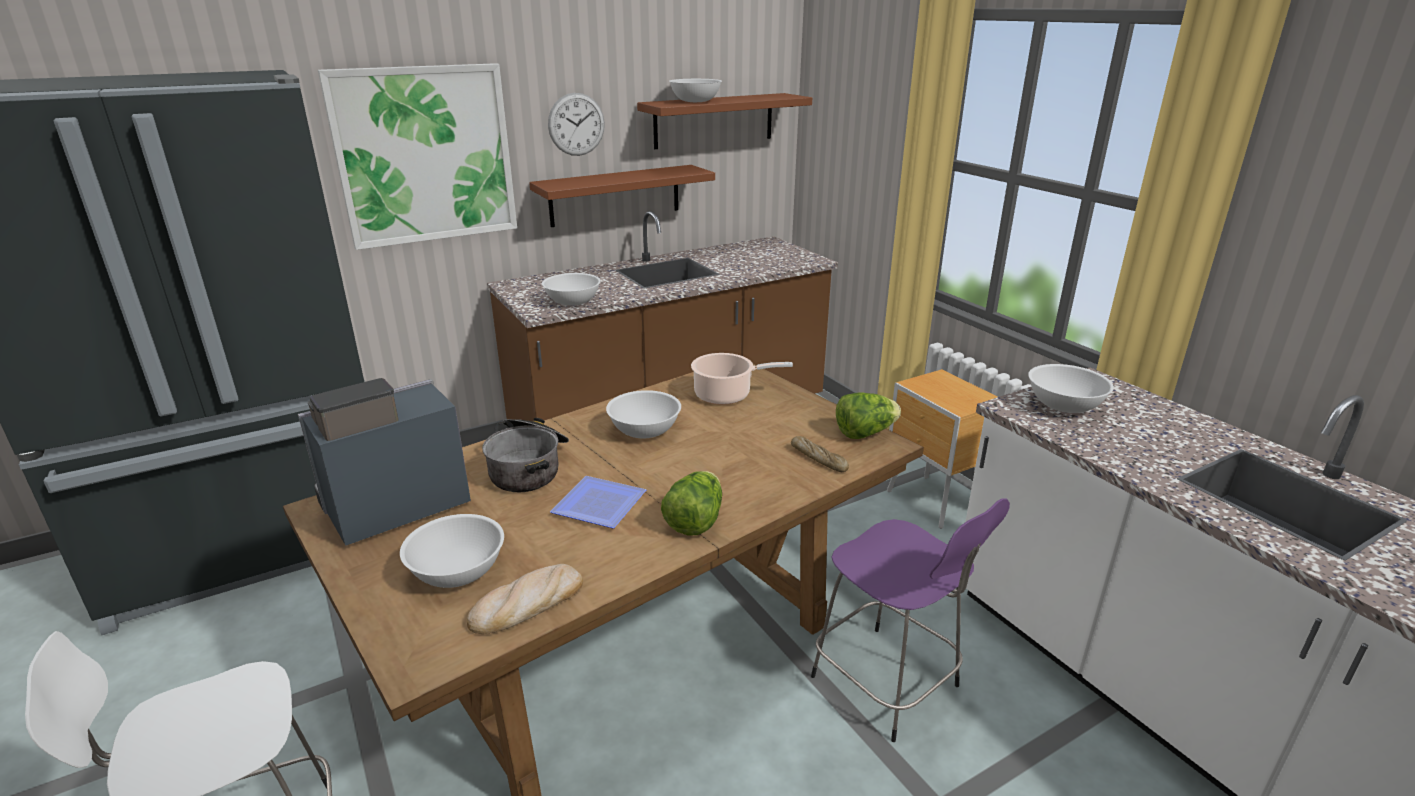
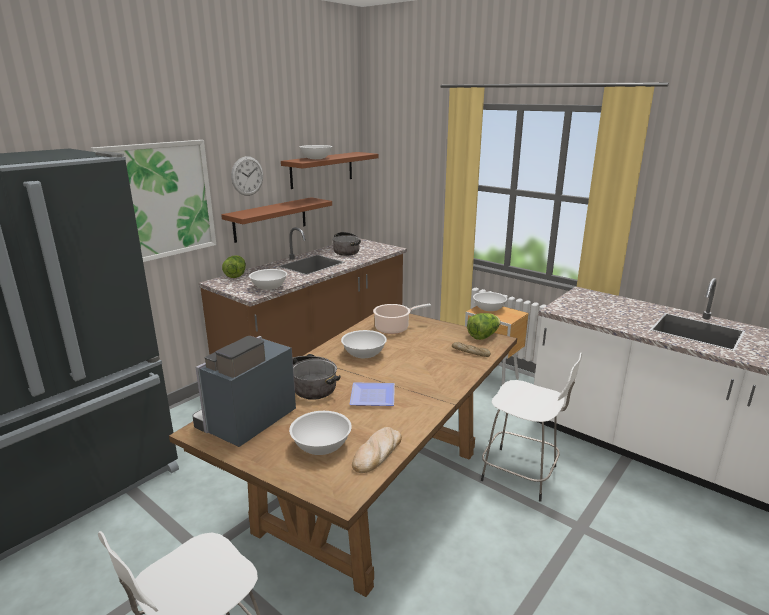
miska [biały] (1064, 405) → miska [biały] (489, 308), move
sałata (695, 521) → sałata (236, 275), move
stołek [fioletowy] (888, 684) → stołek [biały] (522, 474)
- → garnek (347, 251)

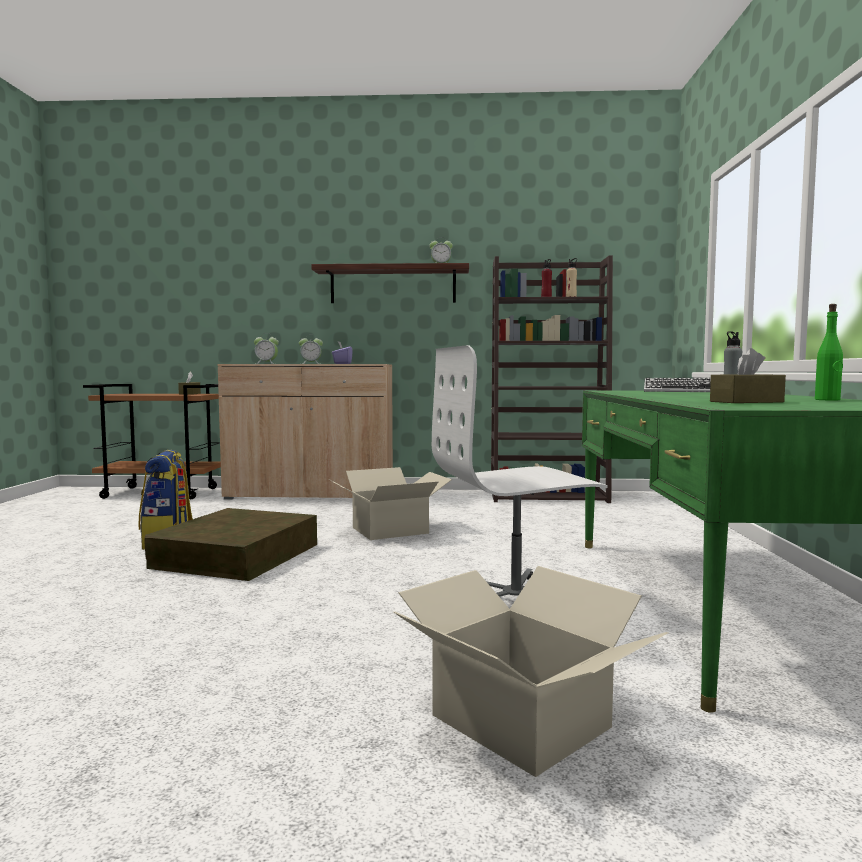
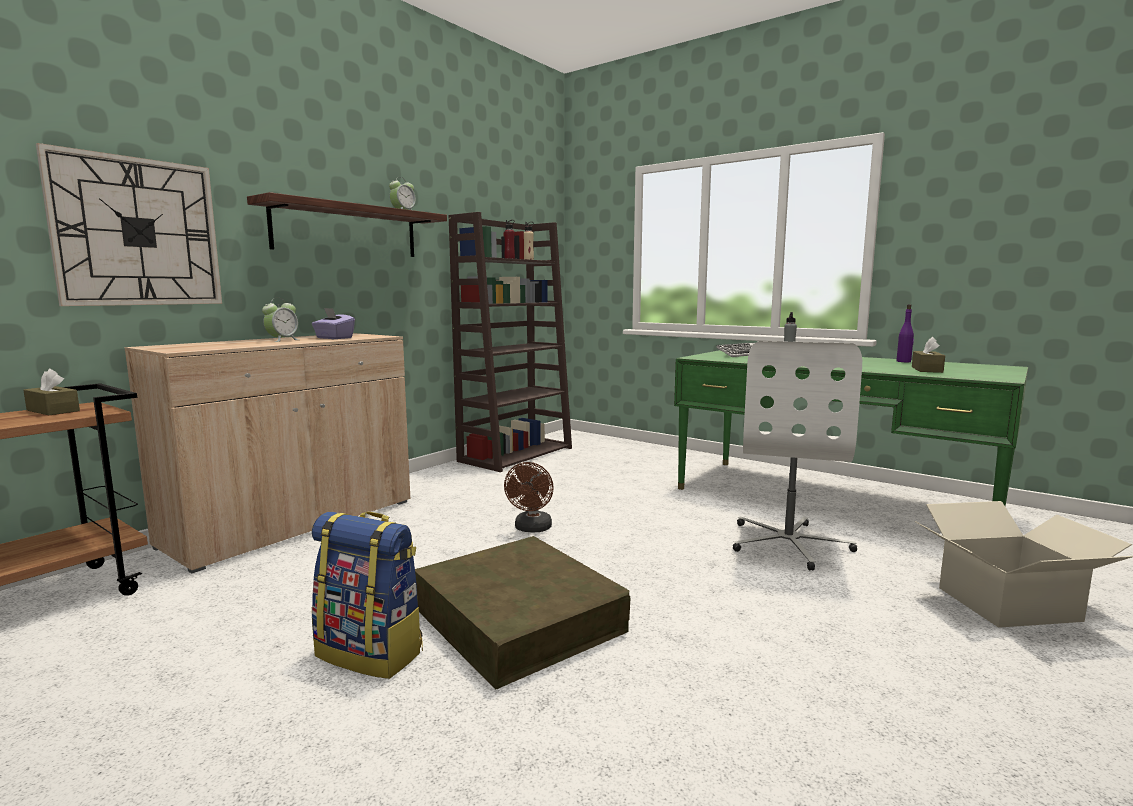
butelka [zielony] (827, 400) → butelka [fioletowy] (903, 361)
budzik (266, 363) → -
karton (390, 530) → wentylator [brązowy] (532, 529)
- → zegar ścienny (137, 232)

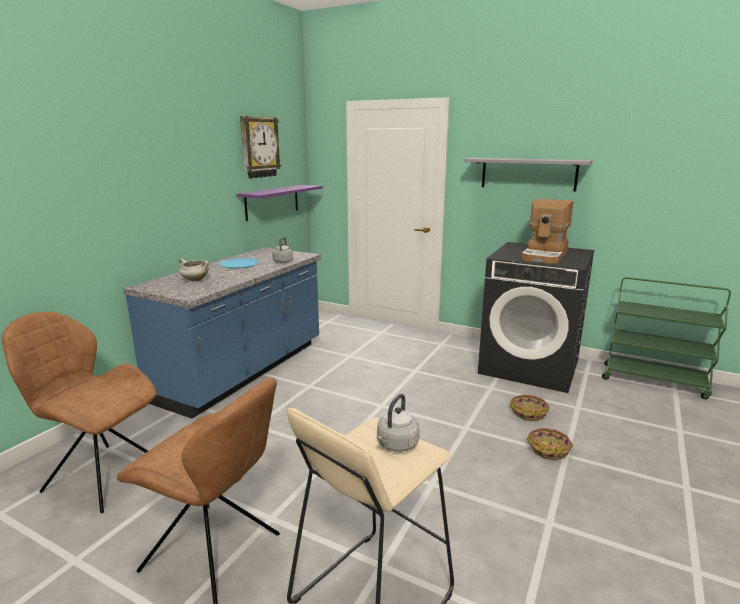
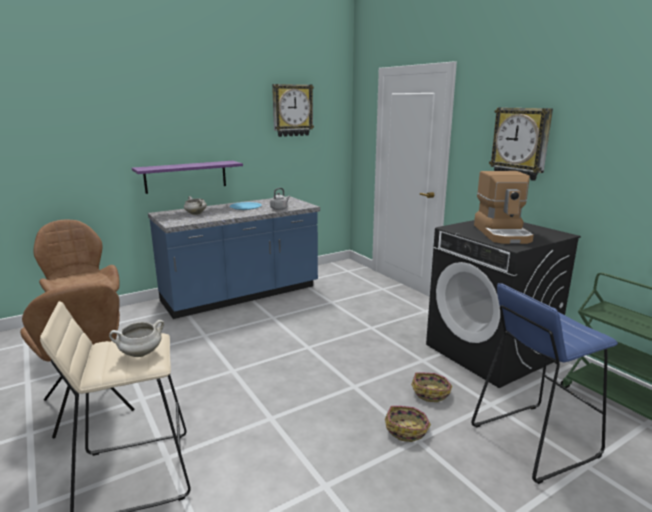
półka [szary] (528, 174) → zegar ścienny (520, 143)
półka [fioletowy] (272, 202) → półka [fioletowy] (186, 176), move
ekspres do kawy (545, 256) → ekspres do kawy (503, 233), 60 degrees counterclockwise
czajnik [szary] (396, 445) → garnek [biały] (140, 354)
- → stołek [niebieski] (533, 440)

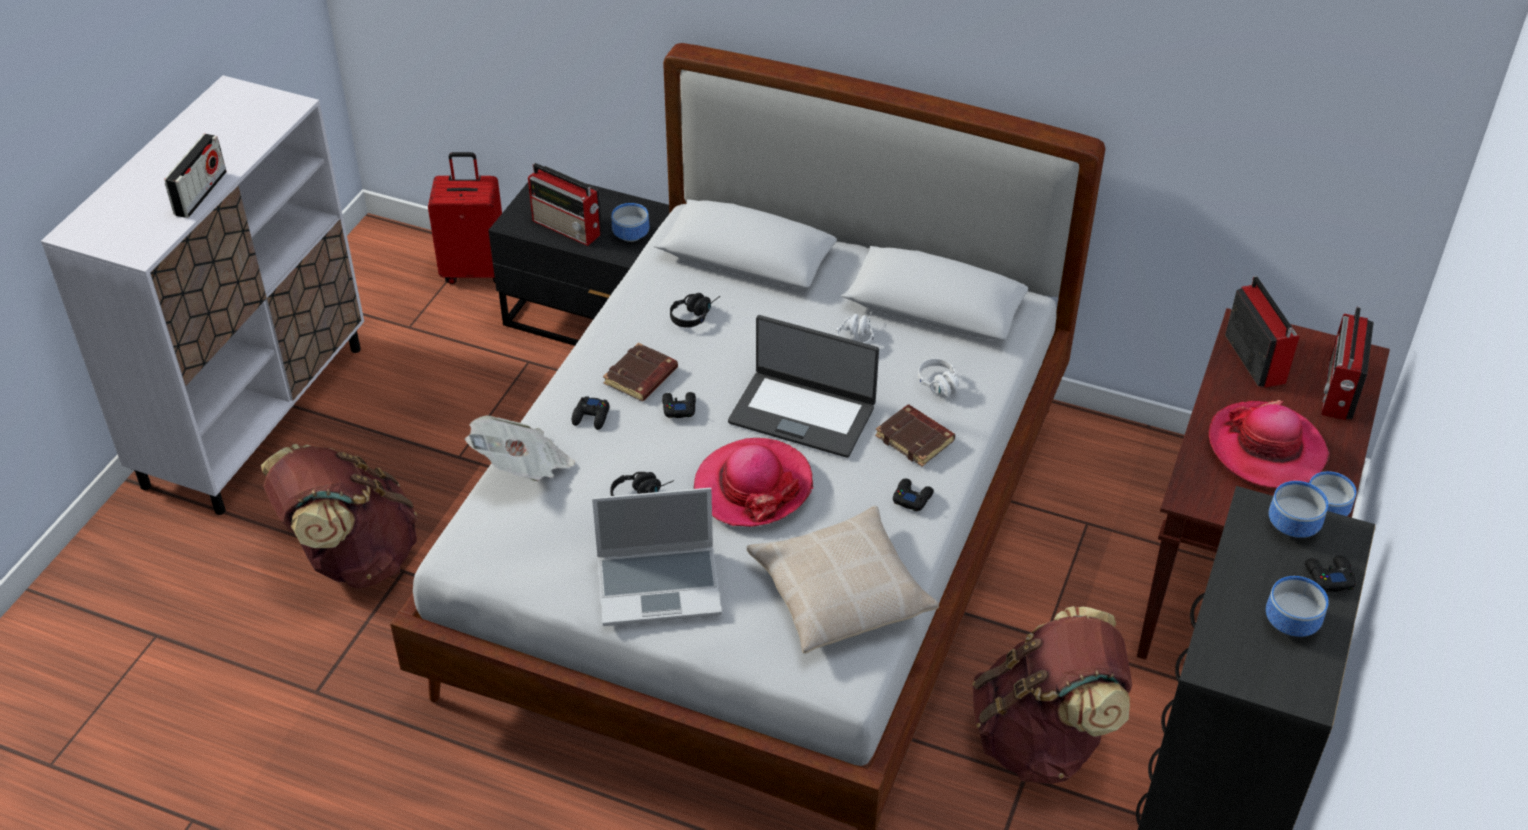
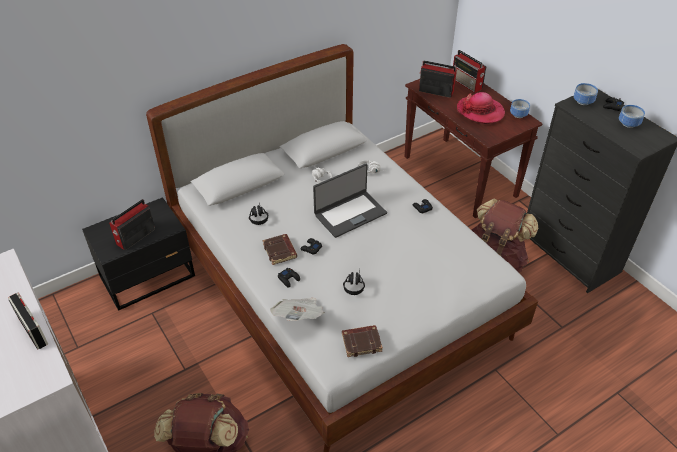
walizka [czerwony] (475, 270) → -
radio (568, 228) → radio (135, 237), 150 degrees clockwise
miska (630, 235) → -
książka [brązowy] (916, 439) → książka [brązowy] (362, 342), move
kapelusz (753, 486) → -
laptop (660, 586) → -
poduszka [beżowy] (840, 591) → -

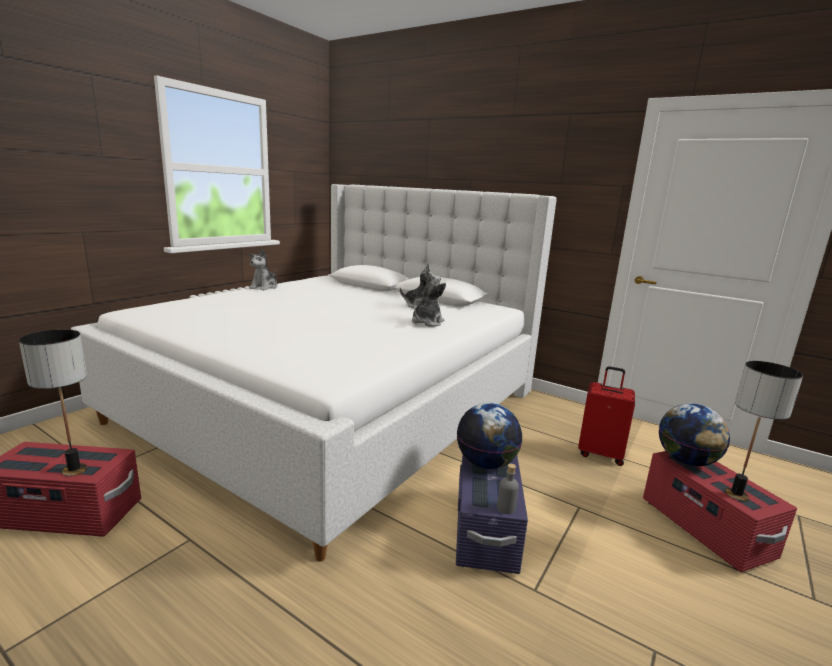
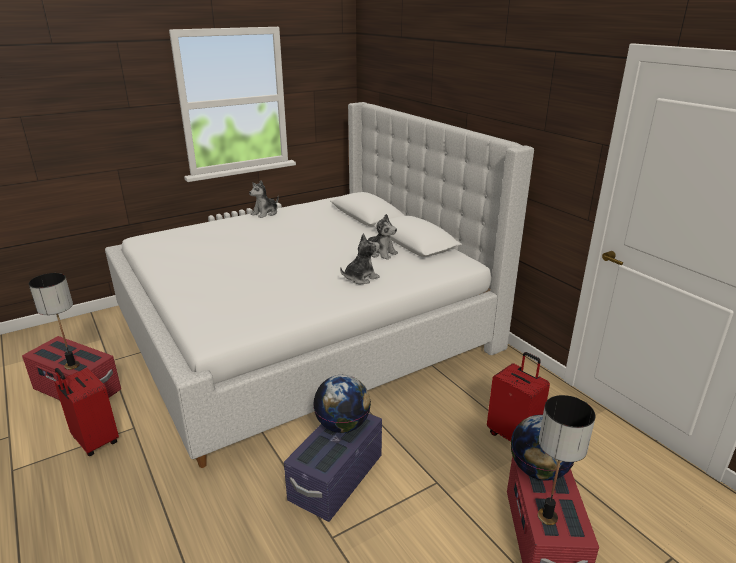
butelka [szary] (506, 508) → -
- → walizka [czerwony] (94, 441)

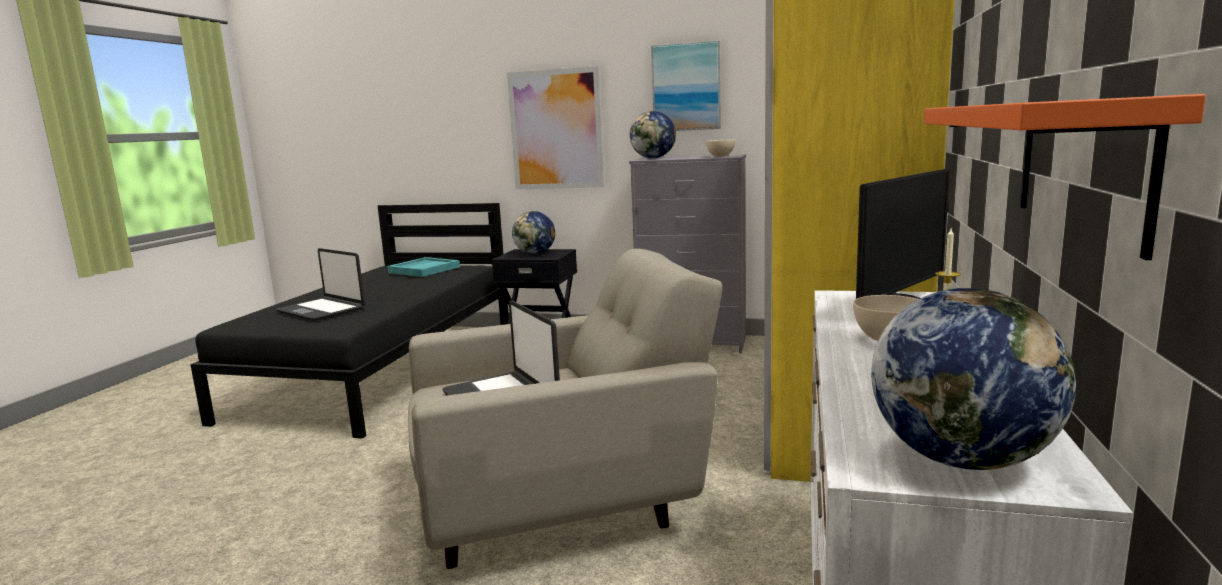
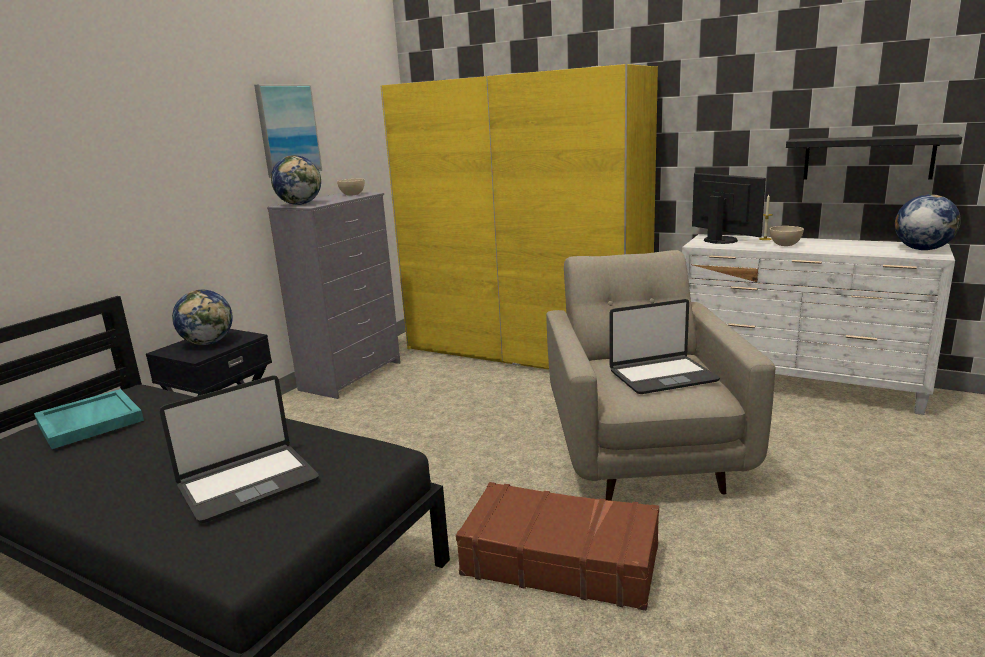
obraz (556, 130) → -
półka [pomarańczowy] (1079, 165) → półka [czarny] (867, 158)
- → walizka [brązowy] (560, 559)

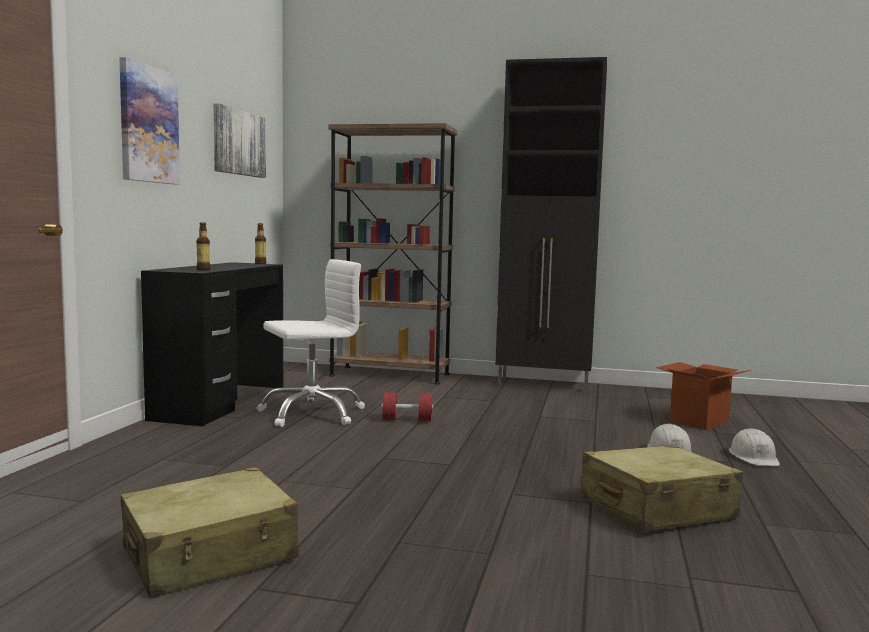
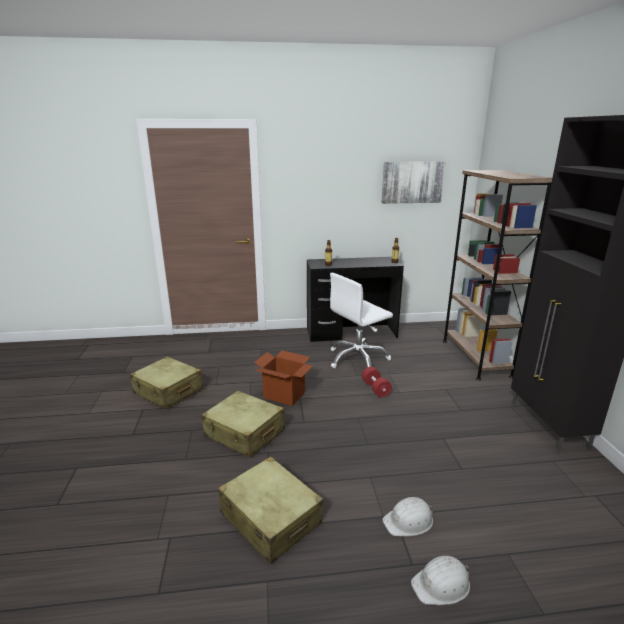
obraz (148, 125) → -
krzesło biurowe [biały] (312, 413) → krzesło biurowe [biały] (358, 359), 105 degrees clockwise
karton (699, 421) → karton (284, 395), move
- → walizka [beżowy] (244, 433)

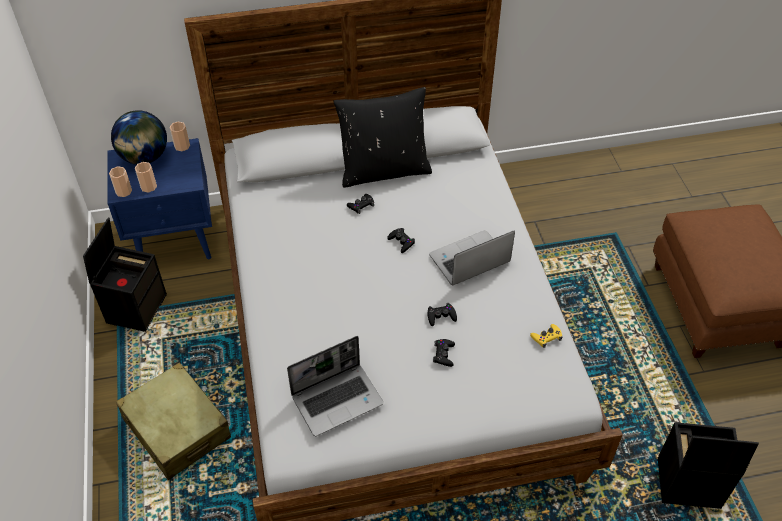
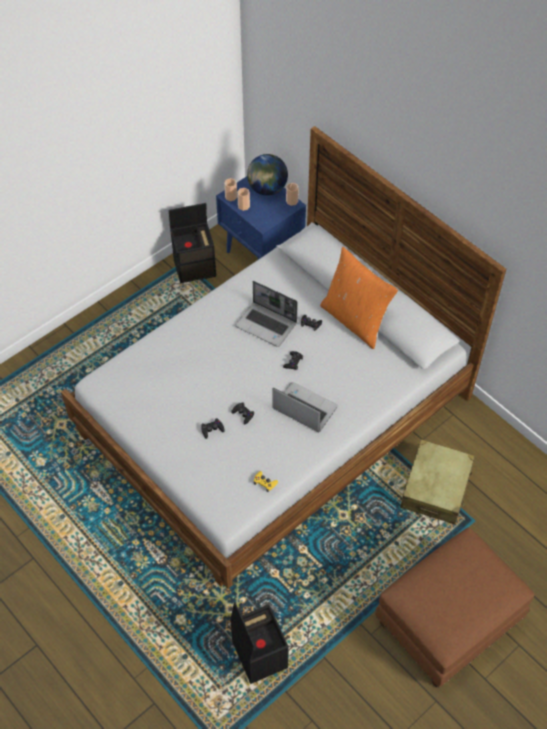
poduszka [czarny] (384, 170) → poduszka [pomarańczowy] (355, 320)
laptop (338, 399) → laptop (267, 325), move
walizka [beżowy] (177, 429) → walizka [beżowy] (436, 488), move

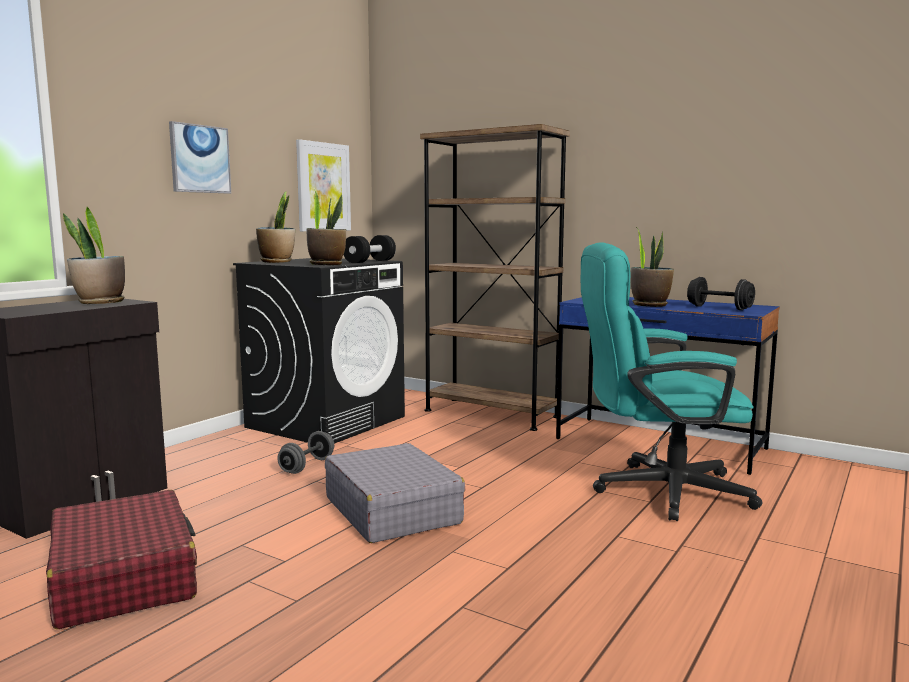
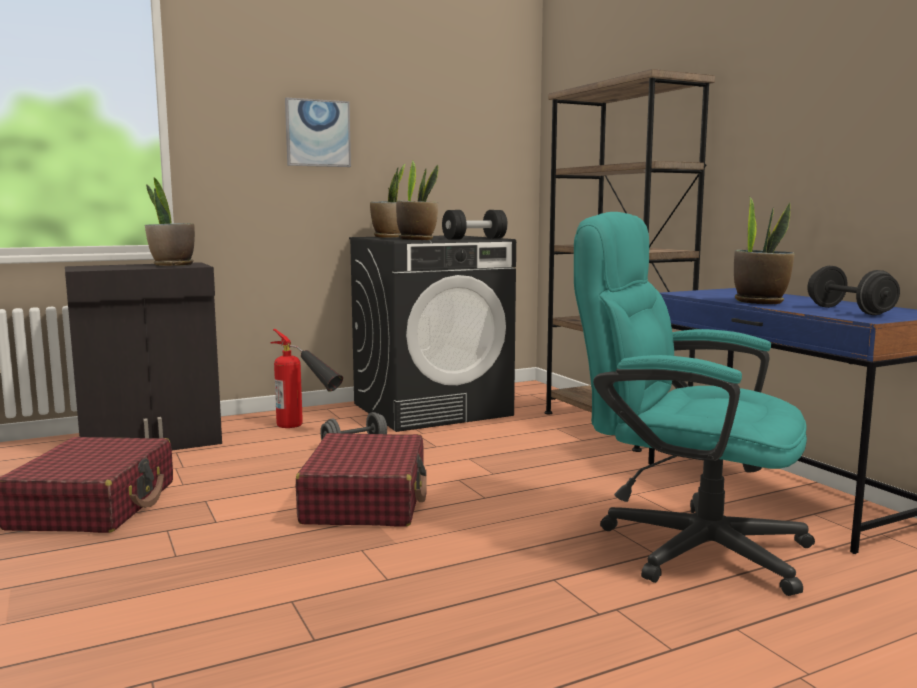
obraz (323, 187) → -
walizka [szary] (392, 510) → walizka [czerwony] (366, 500)
- → gaśnica (306, 428)

